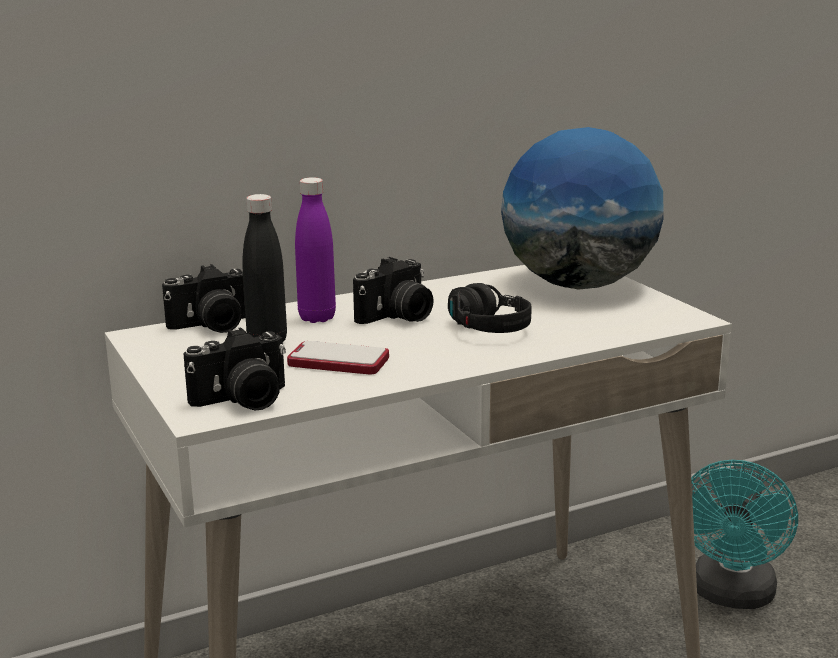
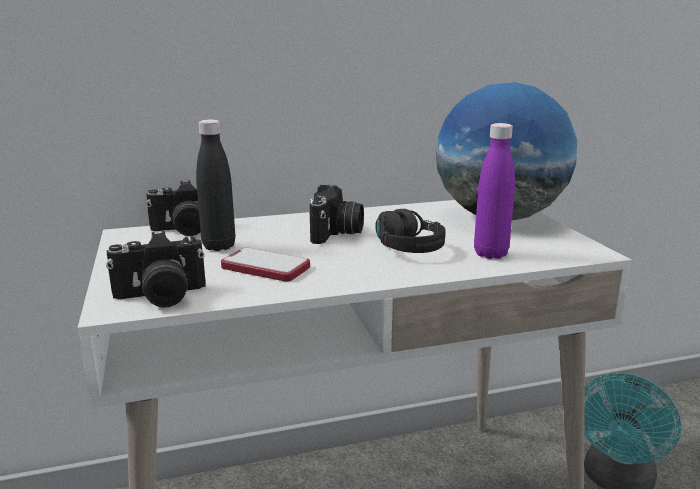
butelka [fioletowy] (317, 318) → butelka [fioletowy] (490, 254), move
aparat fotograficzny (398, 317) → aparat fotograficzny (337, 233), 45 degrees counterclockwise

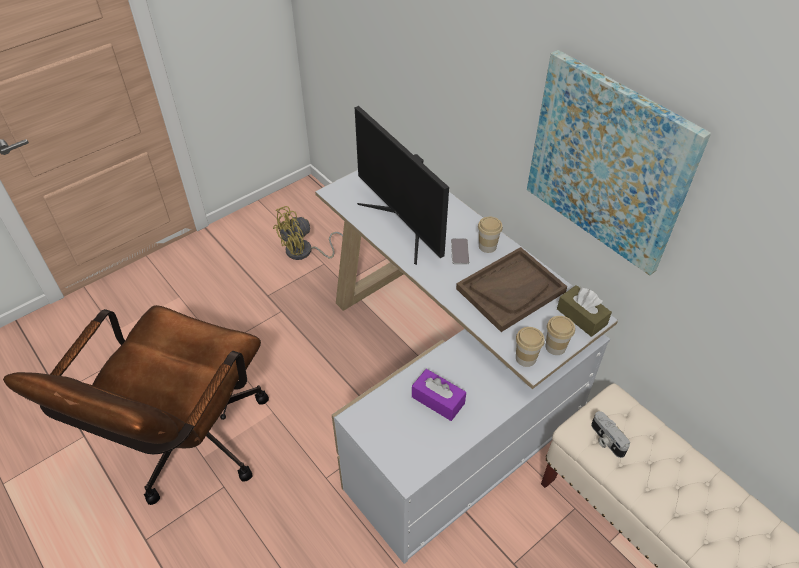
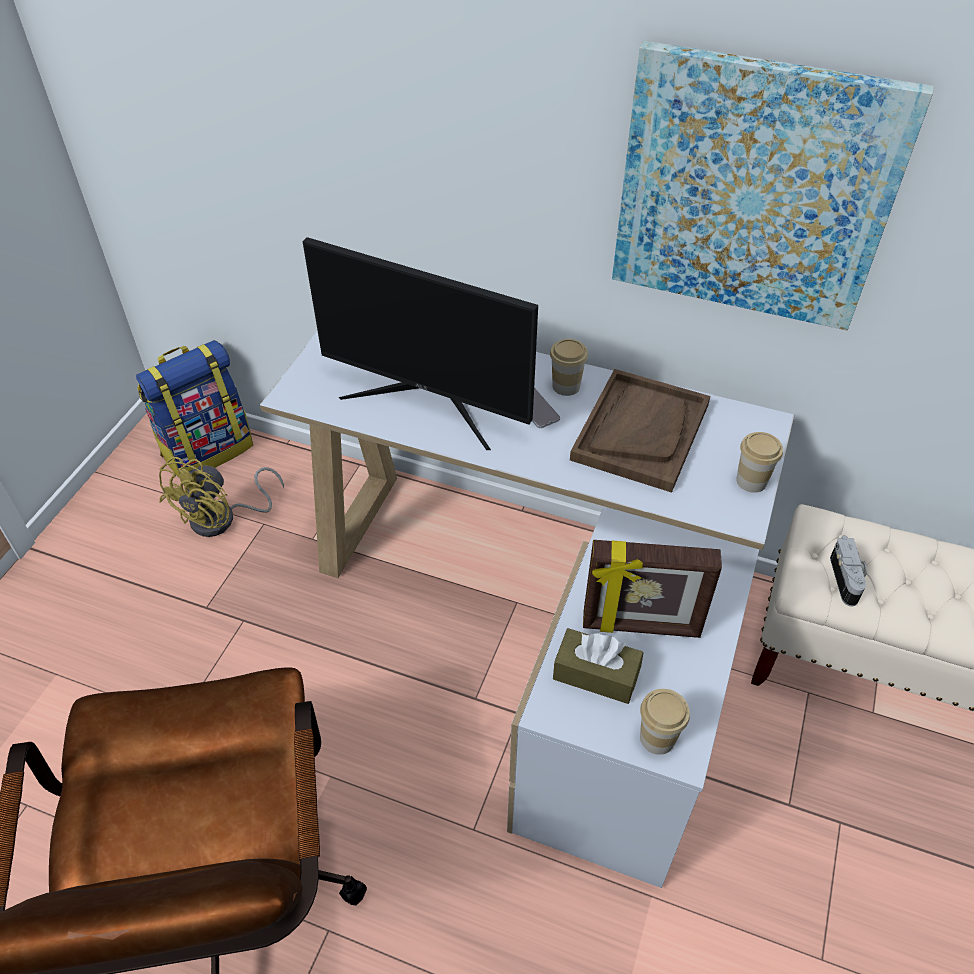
pudełko chusteczek [brązowy] (581, 317) → pudełko chusteczek [brązowy] (596, 674), move
filiżanka (525, 358) → filiżanka (657, 738), move
pudełko chusteczek [fioletowy] (438, 400) → ramka na zdjęcie (641, 627)
aparat fotograficzny (606, 440) → aparat fotograficzny (847, 579), 120 degrees counterclockwise
- → plecak (208, 449)

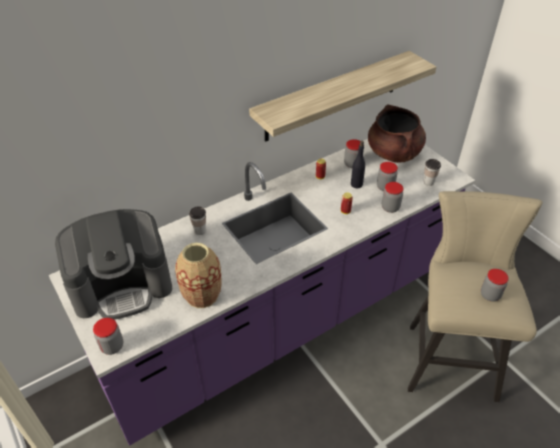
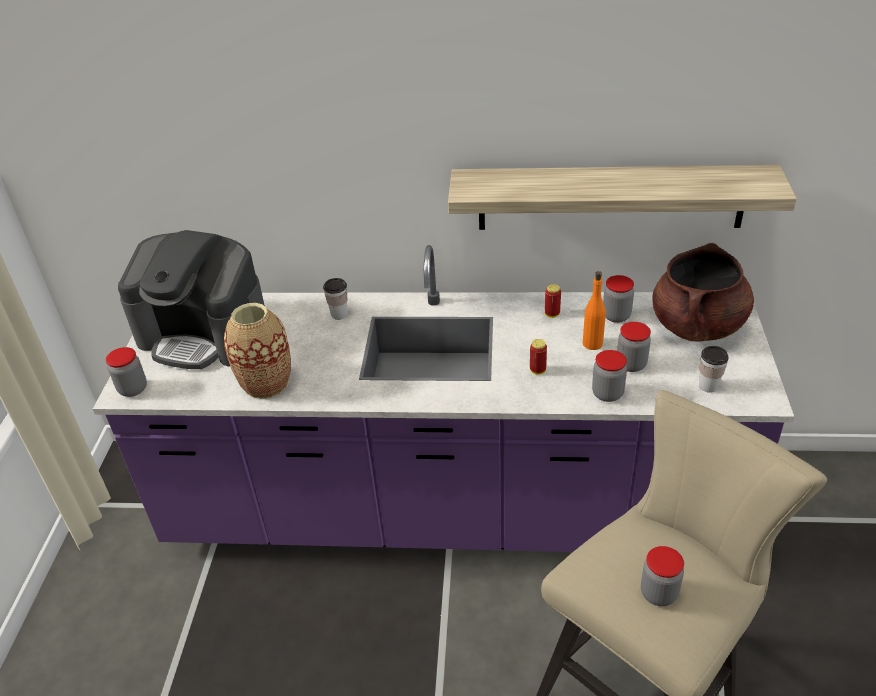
butelka [czarny] (356, 184) → butelka [pomarańczowy] (593, 343)

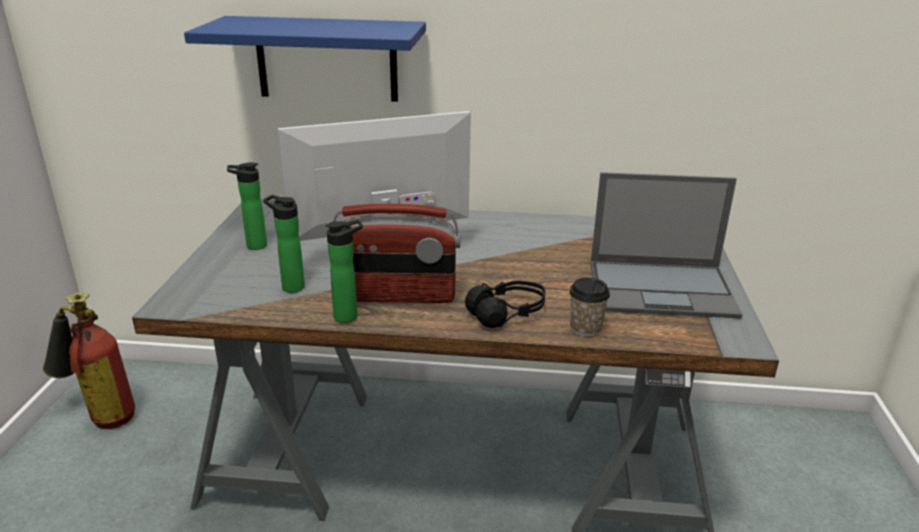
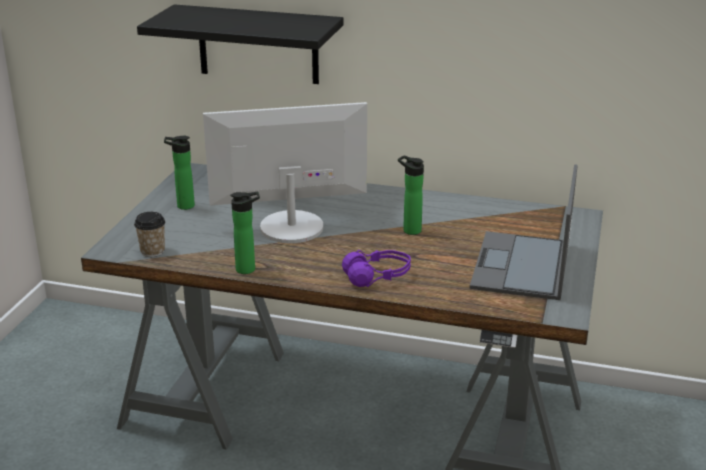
półka [niebieski] (327, 59) → półka [czarny] (258, 44)
laptop (662, 289) → laptop (521, 266), 90 degrees clockwise
butelka (290, 286) → butelka (409, 230), move
radio (396, 296) → -
filiżanka (585, 328) → filiżanka (152, 251), move
słuchawki [czarny] (507, 314) → słuchawki [fioletowy] (377, 277)
gaśnica (100, 415) → -

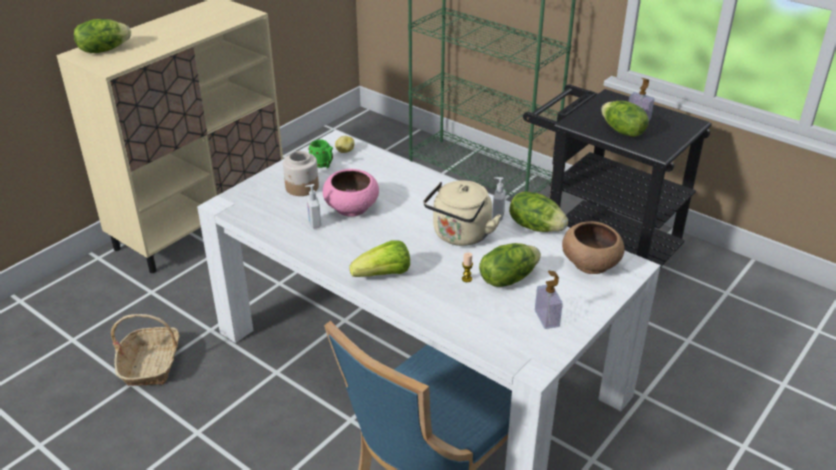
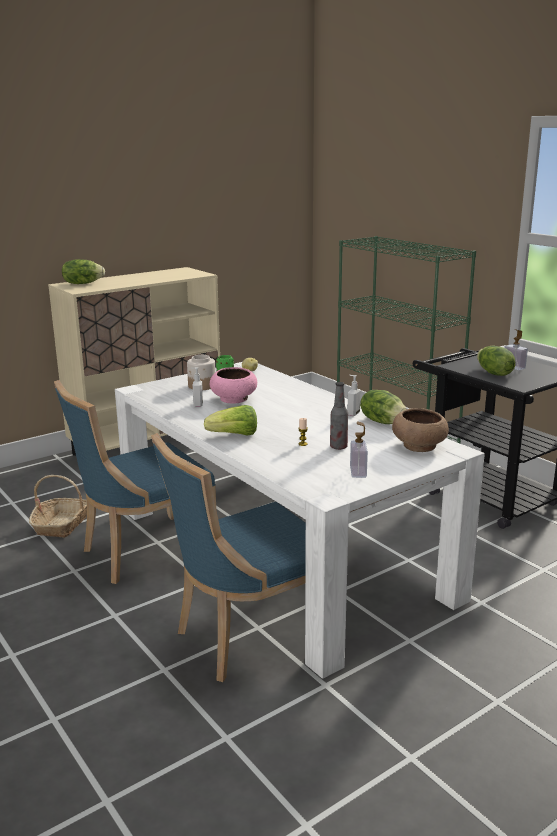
czajnik [beżowy] (460, 236) → -
sałata (507, 278) → butelka (338, 447)
- → krzesło [niebieski] (143, 552)

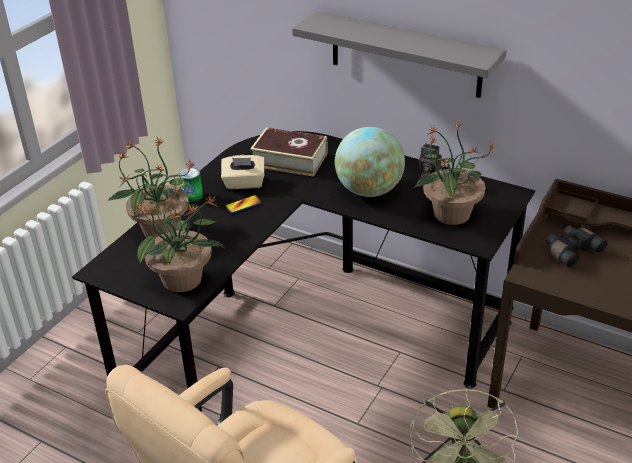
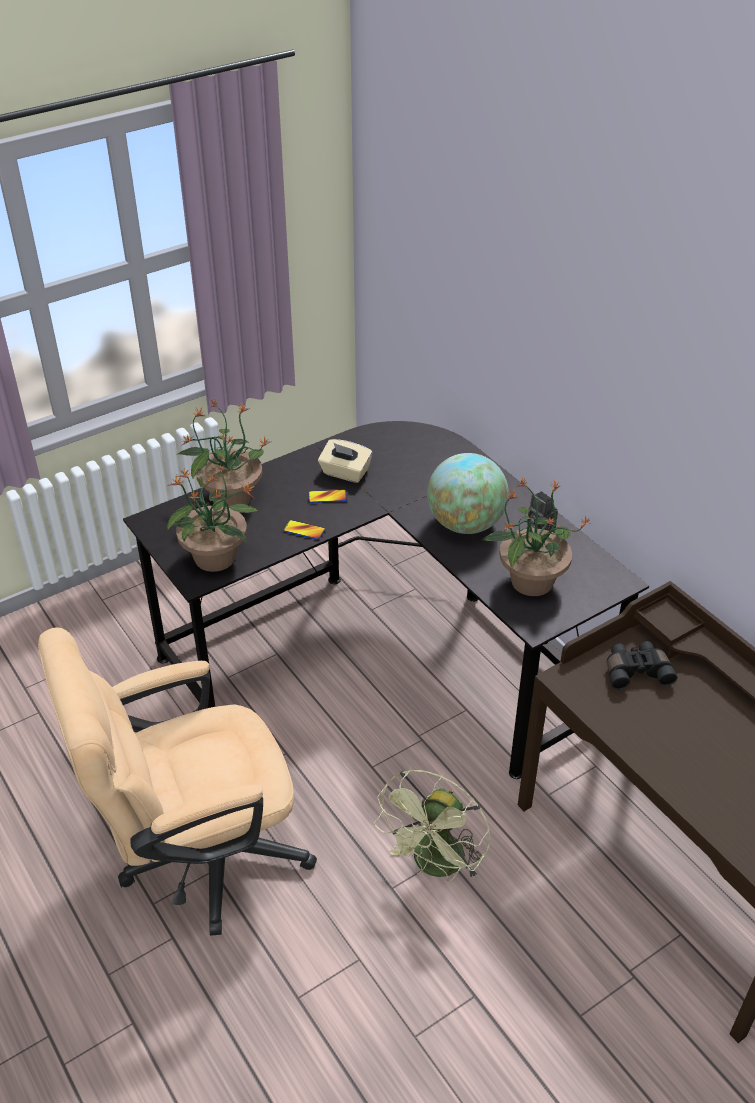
półka [szary] (405, 55) → -
książka (290, 159) → -
puszka (192, 196) → -
- → telefon (304, 530)

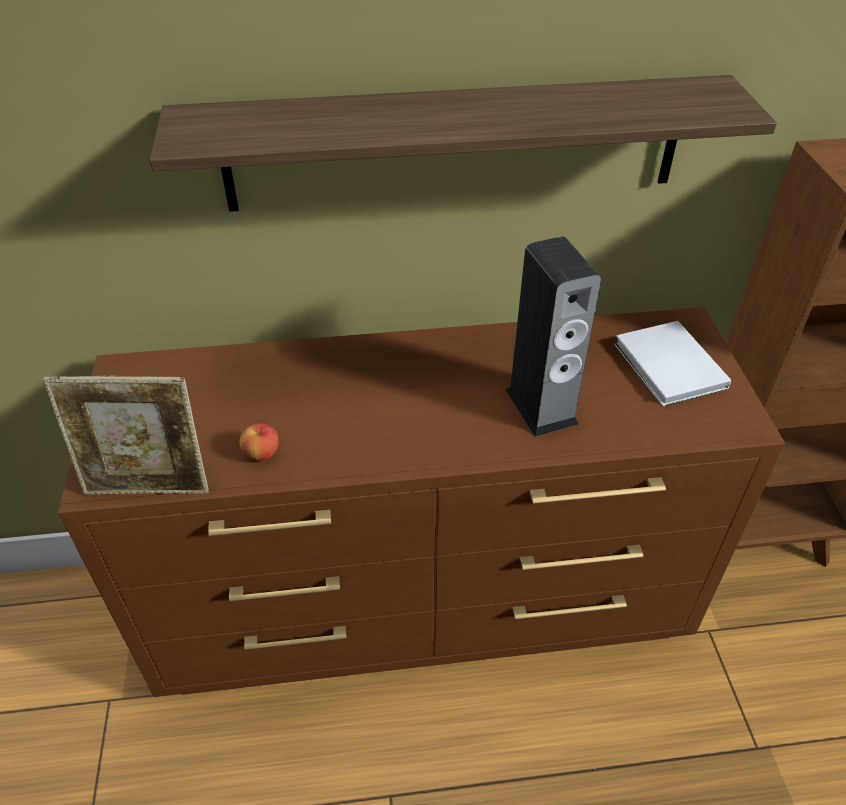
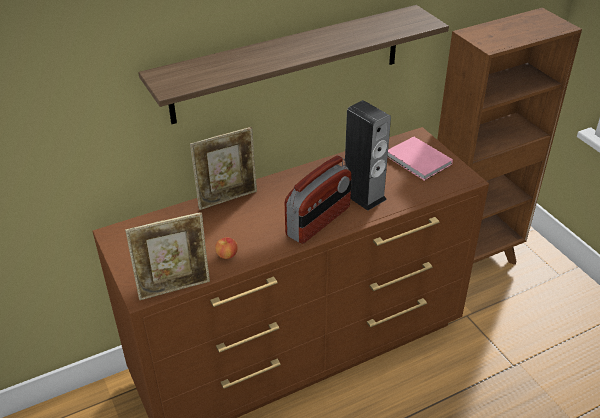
książka [biały] (669, 368) → książka [różowy] (419, 161)
- → ramka na zdjęcie (227, 198)
- → radio (319, 222)

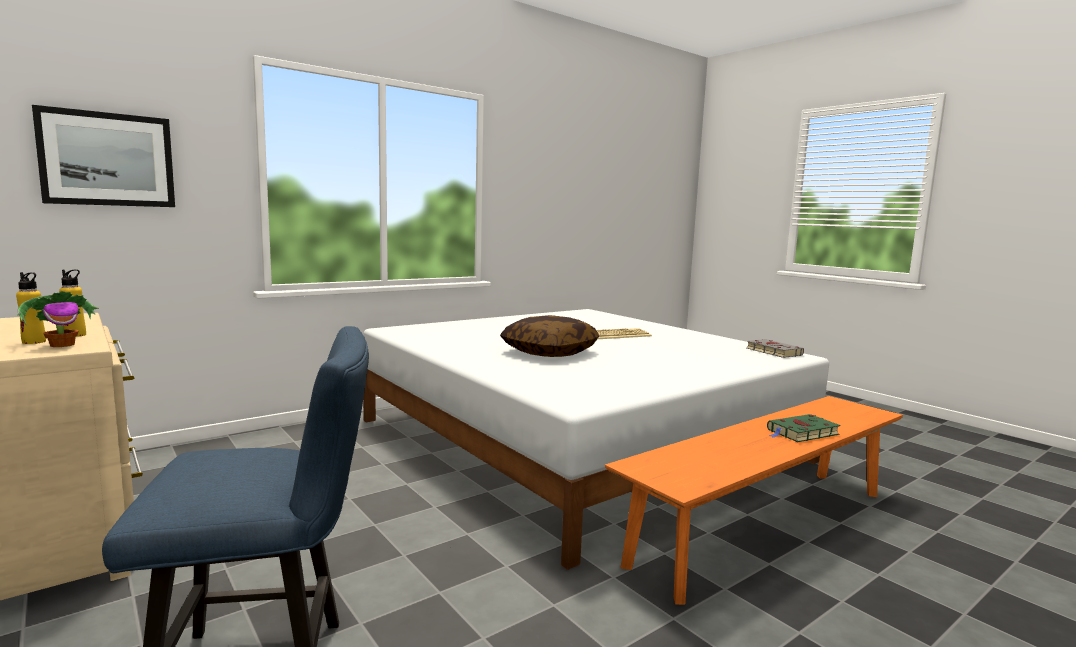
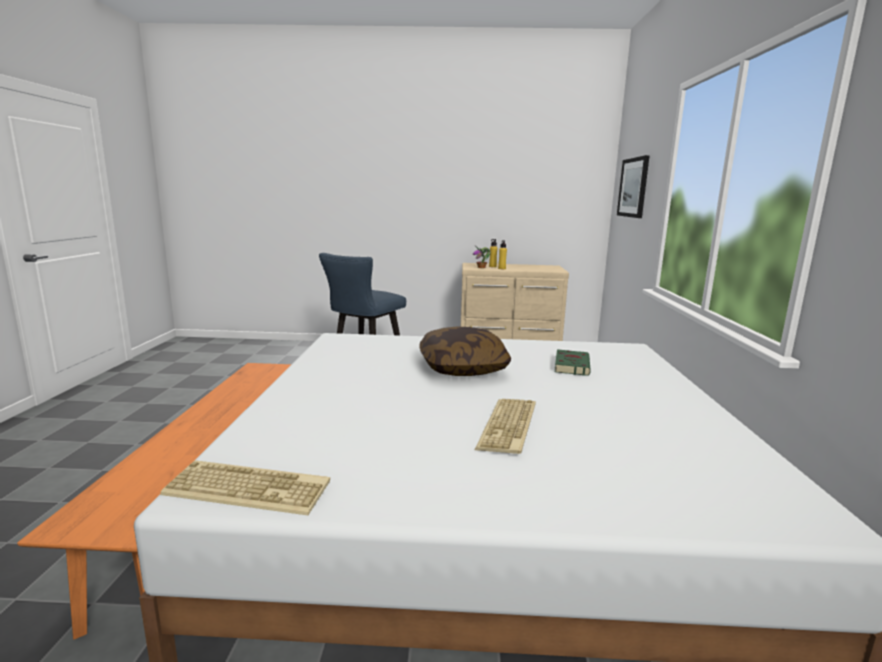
książka [szary] (772, 351) → klawiatura (250, 488)
książka [zielony] (801, 432) → książka [zielony] (571, 365), move

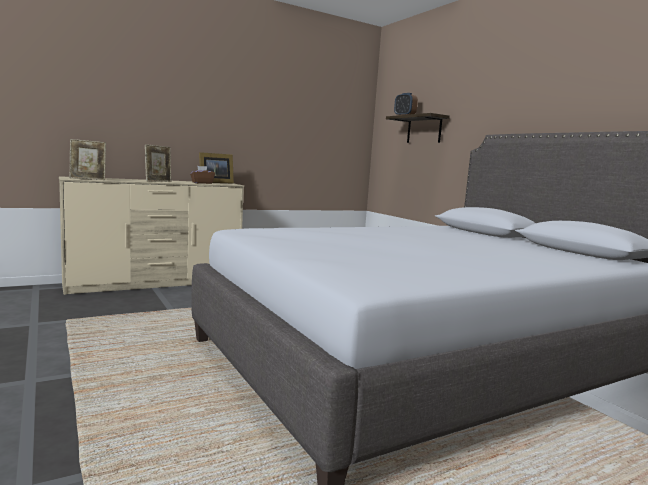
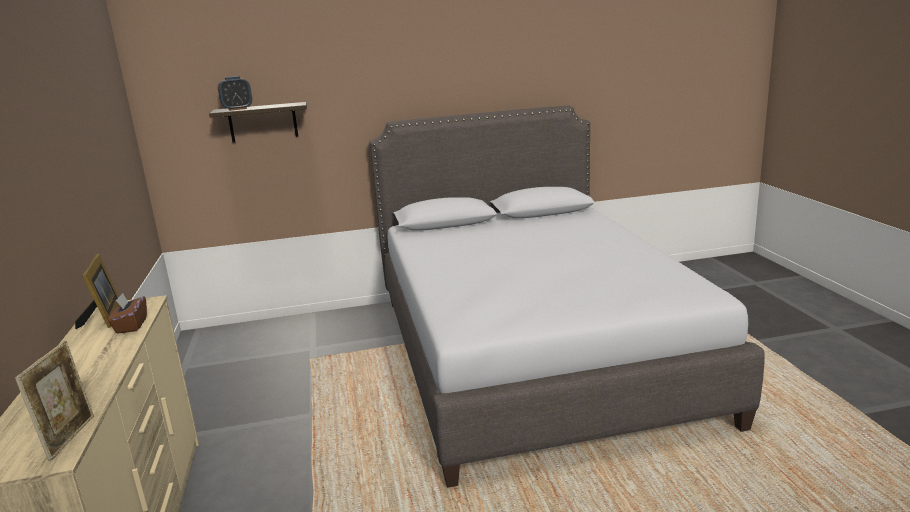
ramka na zdjęcie (158, 181) → -

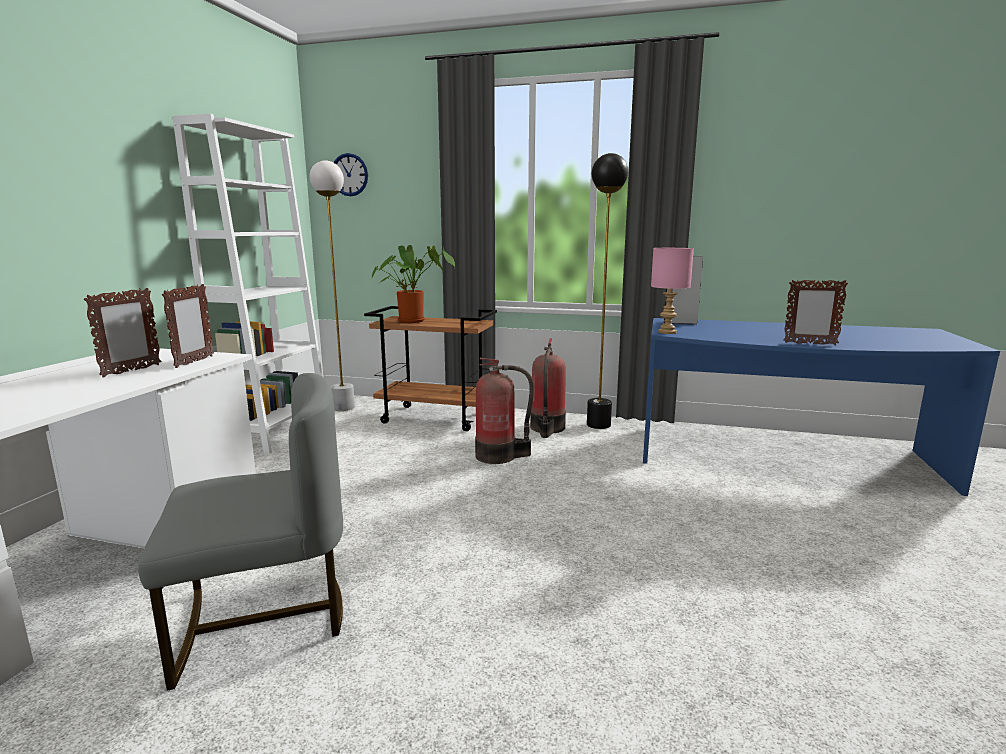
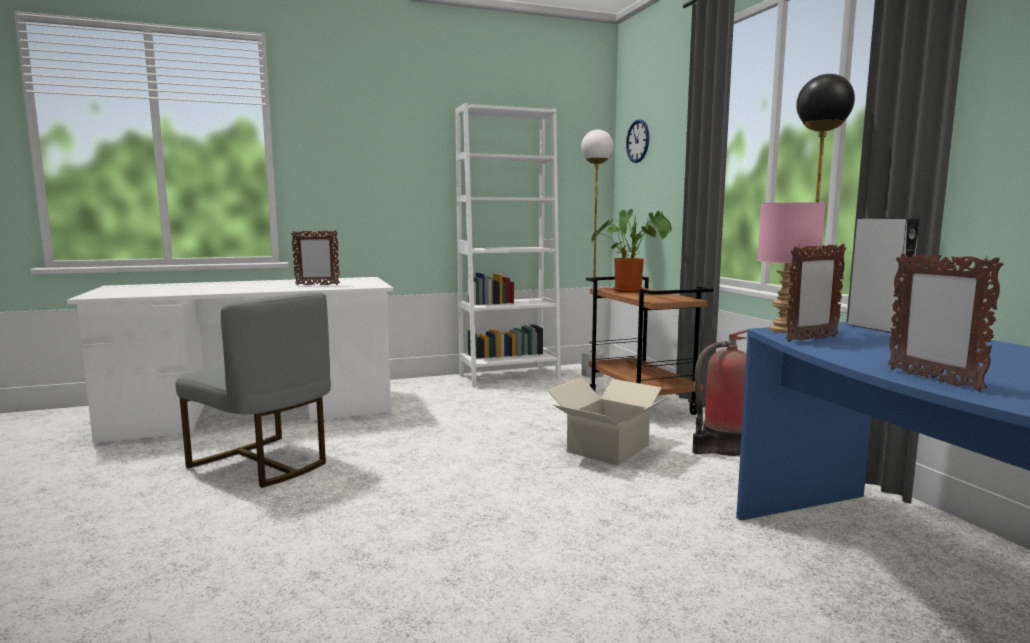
ramka na zdjęcie (194, 362) → ramka na zdjęcie (811, 339), move
gaśnica (499, 456) → karton (609, 449)

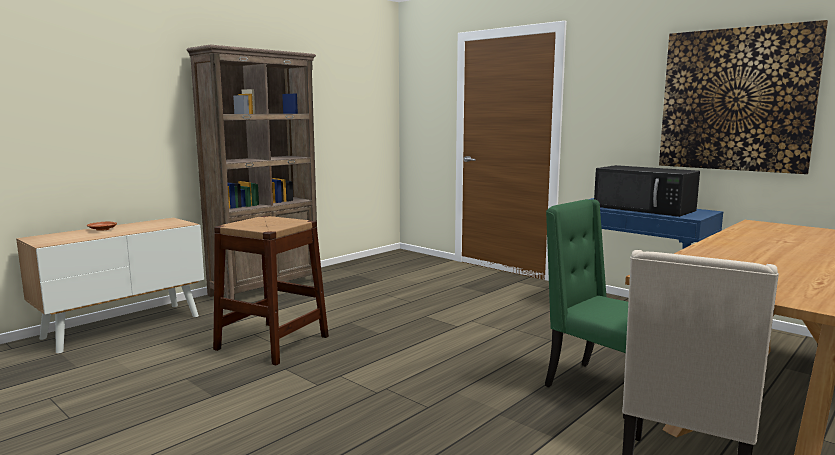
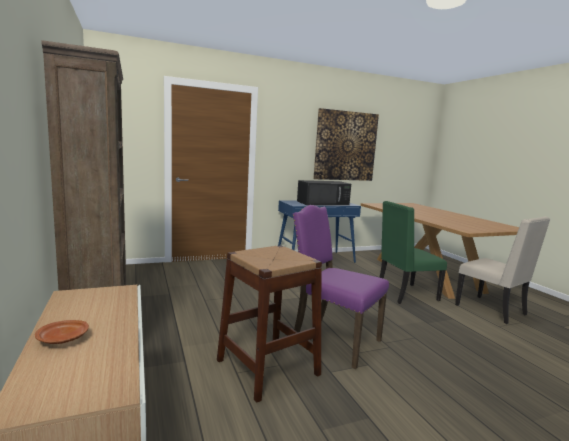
- → krzesło [fioletowy] (333, 340)

